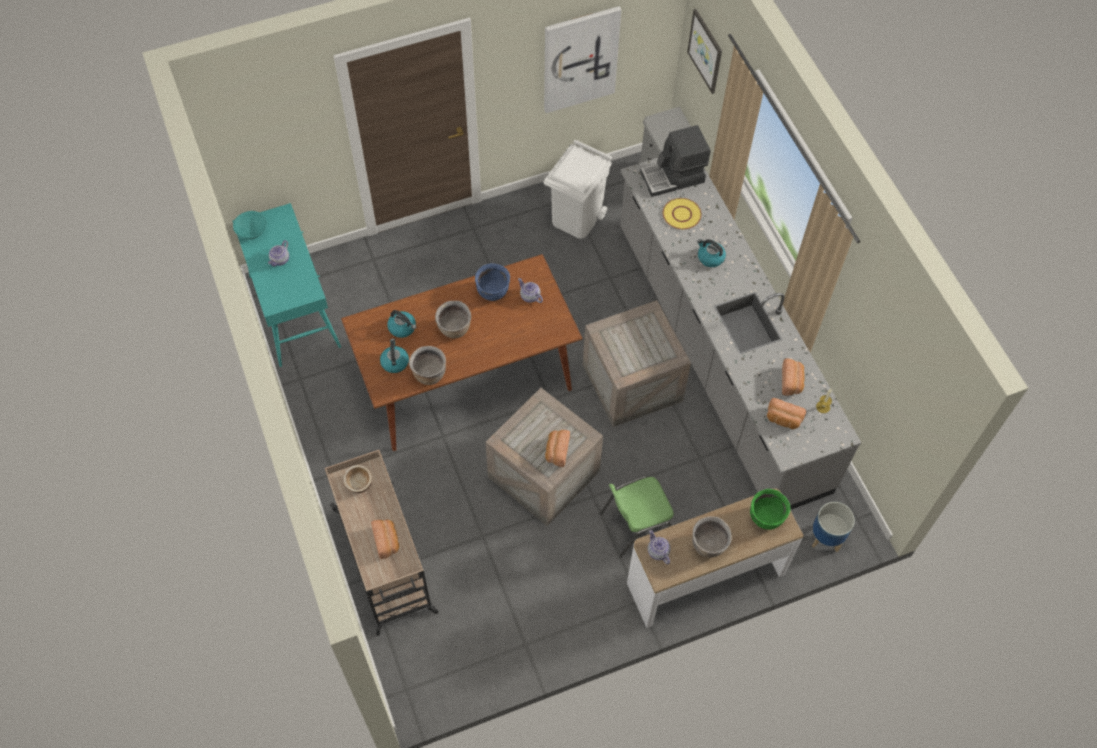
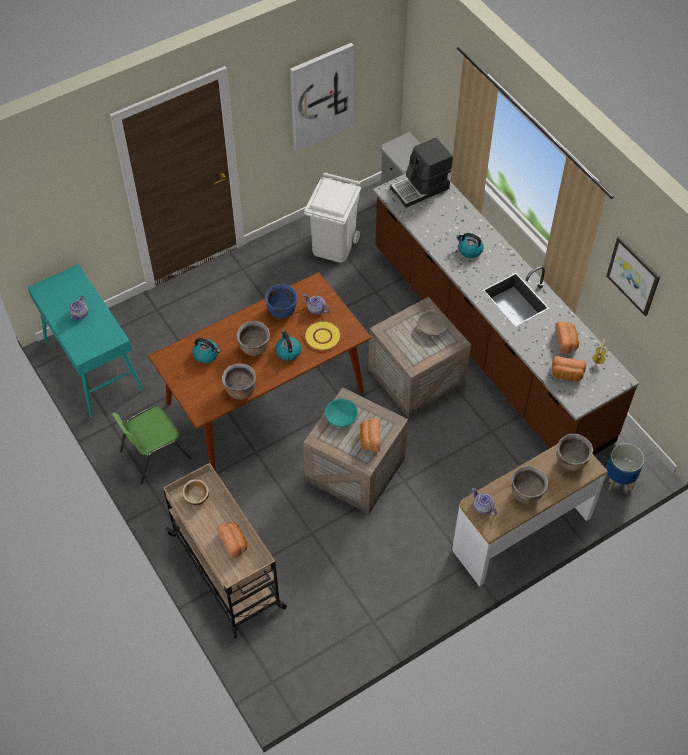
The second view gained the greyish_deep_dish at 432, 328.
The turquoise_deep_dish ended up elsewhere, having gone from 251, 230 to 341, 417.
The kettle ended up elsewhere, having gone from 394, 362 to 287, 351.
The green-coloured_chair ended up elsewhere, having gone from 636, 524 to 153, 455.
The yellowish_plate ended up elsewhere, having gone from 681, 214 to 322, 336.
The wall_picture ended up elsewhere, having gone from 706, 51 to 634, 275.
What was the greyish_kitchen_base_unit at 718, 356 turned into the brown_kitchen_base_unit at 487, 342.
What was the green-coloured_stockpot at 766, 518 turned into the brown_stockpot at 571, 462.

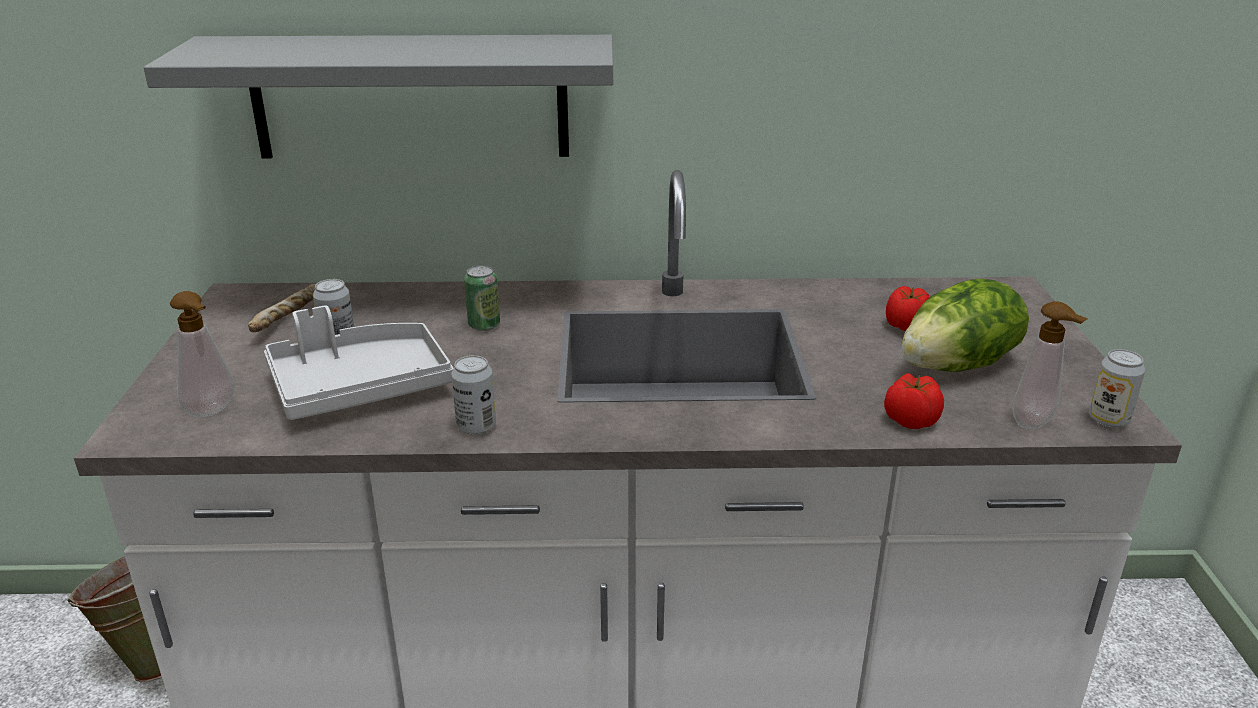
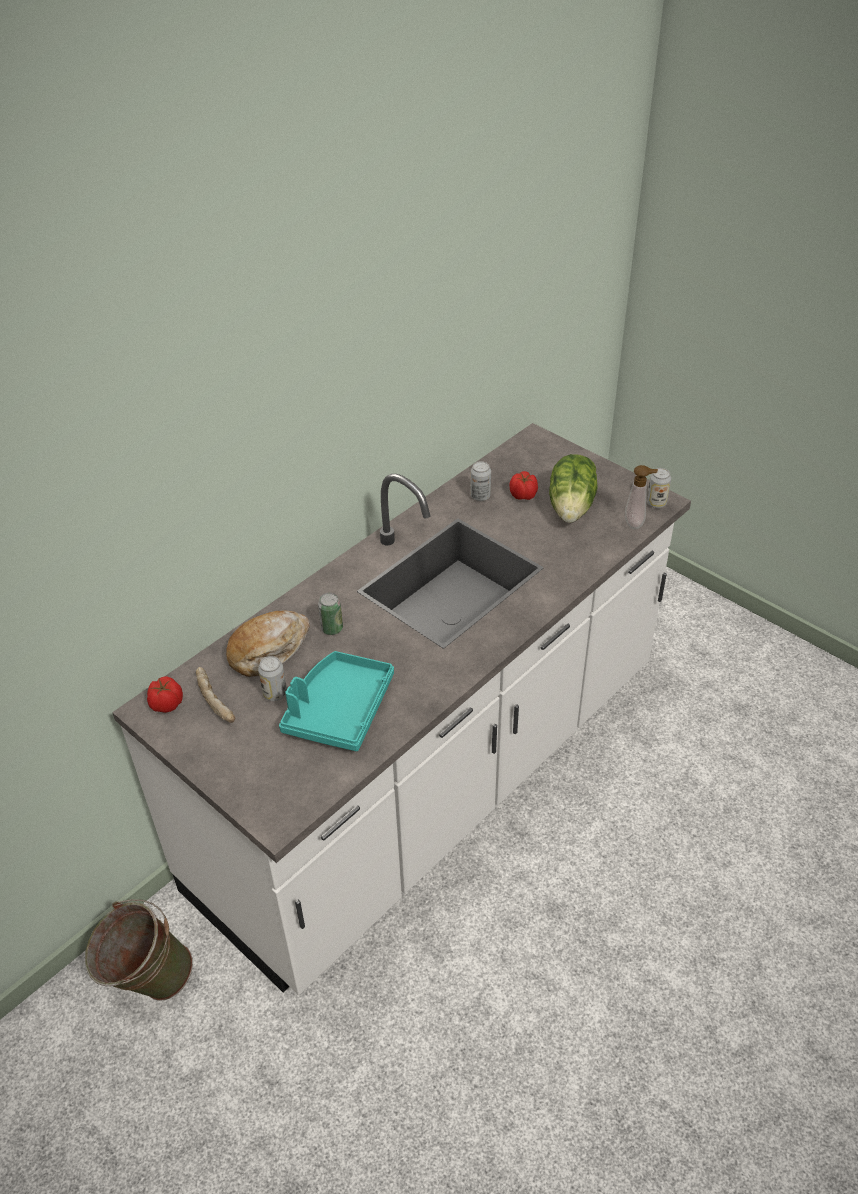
The second view lost the greyish_bracket_shelf at 410, 97.
The second view lost the liquid_soap_bottle at 213, 412.
The second view gained the bread at 268, 650.
The sealed_can ended up elsewhere, having gone from 476, 426 to 480, 496.
The fresh_tomato ended up elsewhere, having gone from 910, 420 to 166, 704.
What was the greyish_serving_tray at 359, 387 turned into the turquoise_serving_tray at 338, 710.

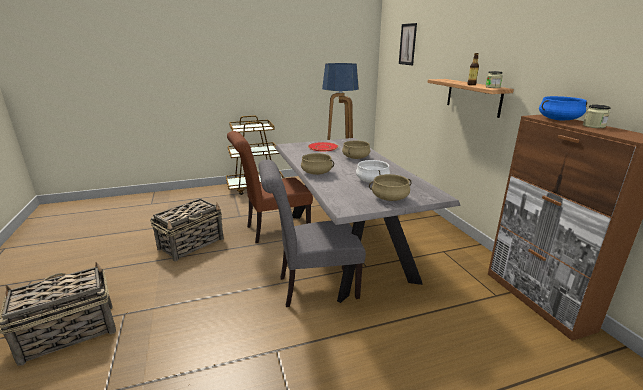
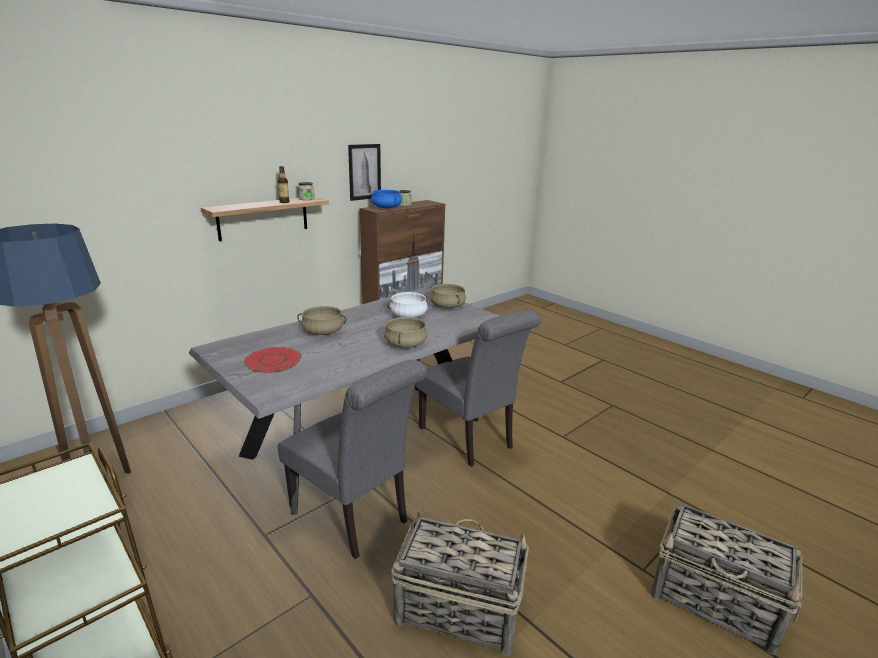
The wall_picture ended up elsewhere, having gone from 407, 44 to 364, 172.
What was the brown_chair at 273, 230 turned into the greyish_chair at 354, 517.

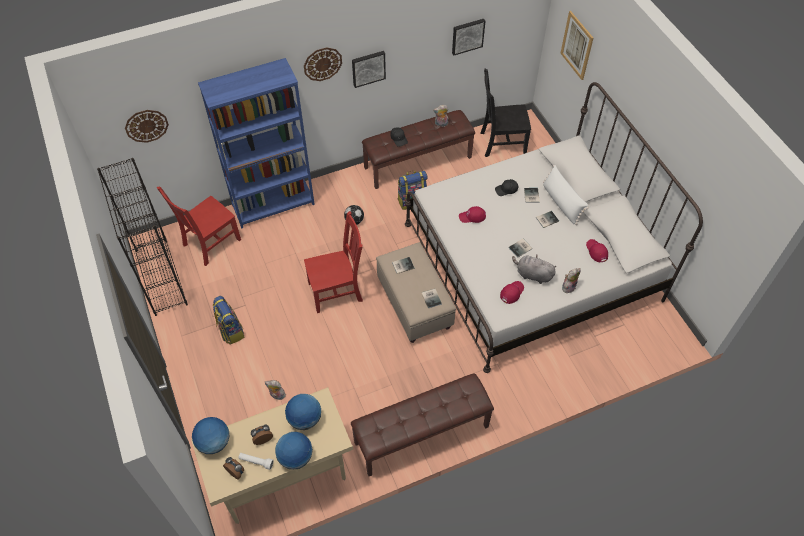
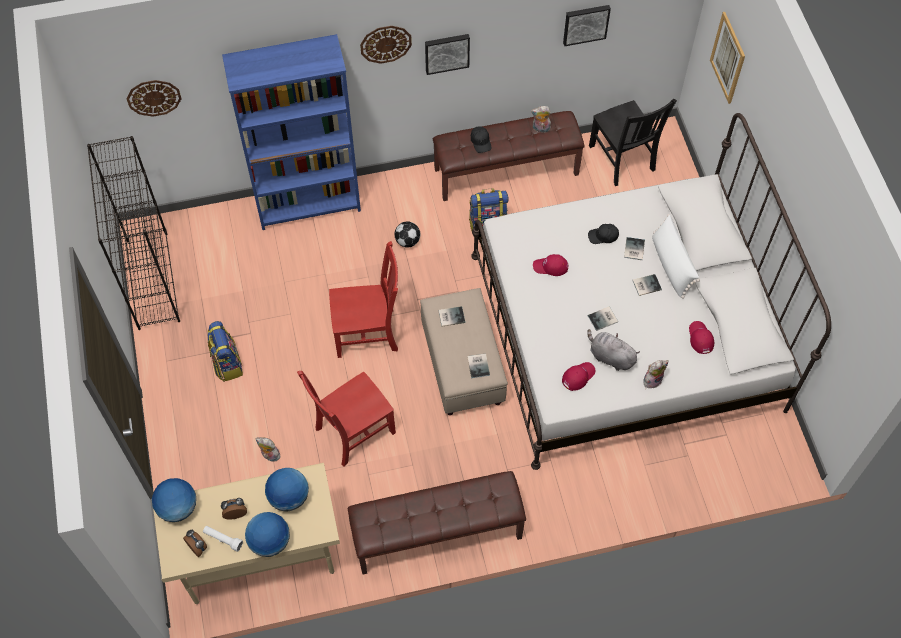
The reddish_chair ended up elsewhere, having gone from 210, 243 to 352, 432.
The blackish_chair at 501, 143 ended up facing another way, 120 degrees counterclockwise from before.

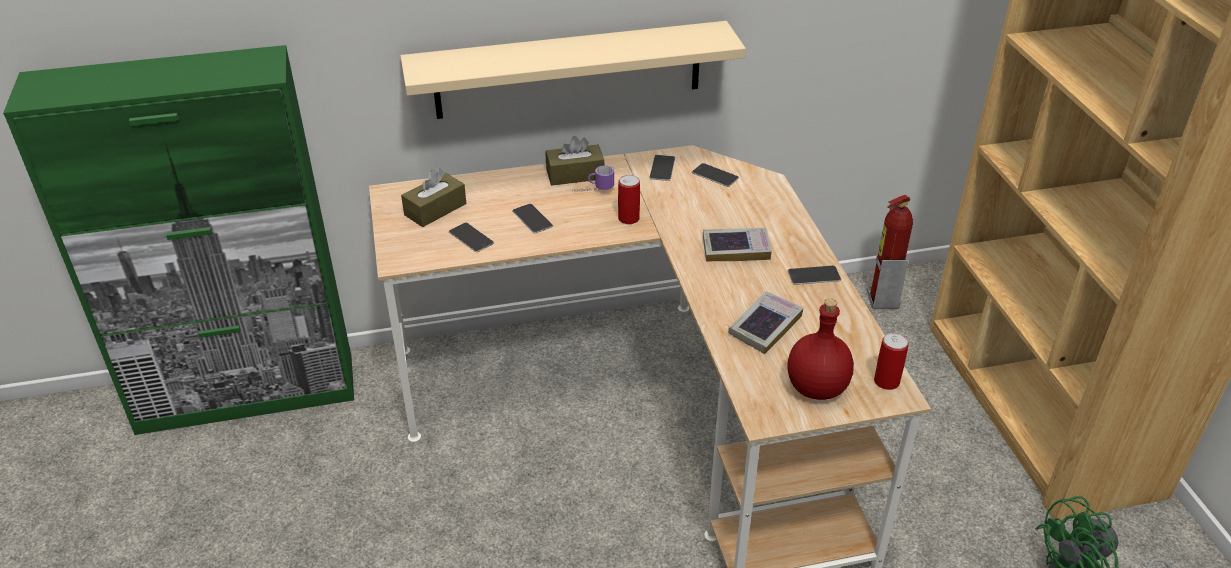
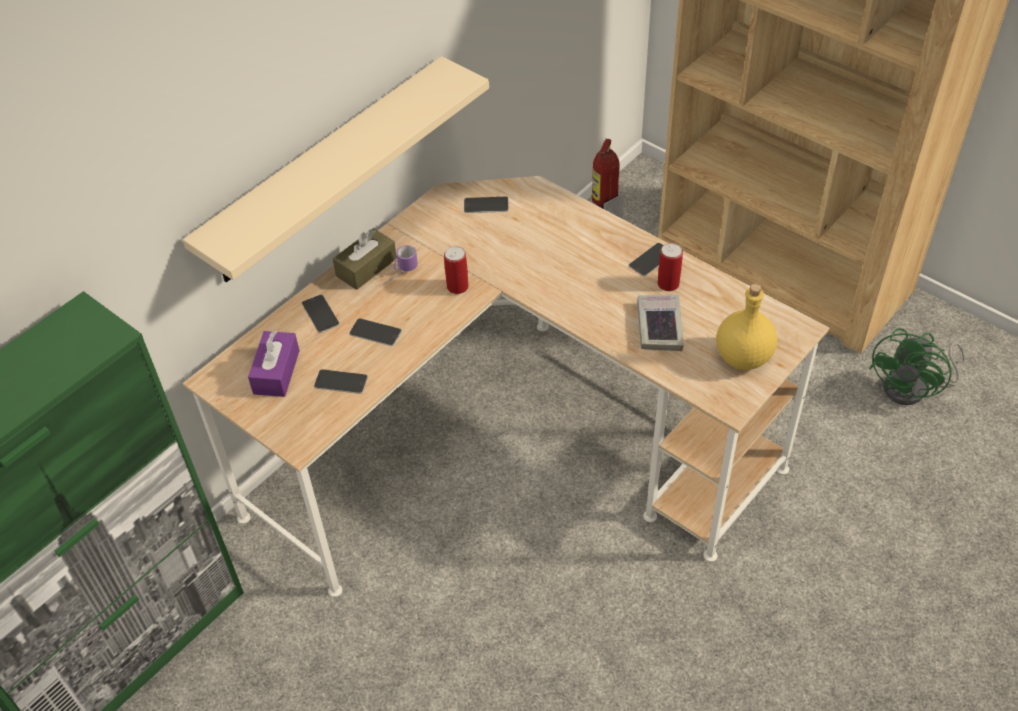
The second view lost the bound_book at 736, 249.
The phone ended up elsewhere, having gone from 662, 168 to 320, 314.
The sealed_can ended up elsewhere, having gone from 886, 381 to 668, 284.
What was the brown_tissue_holder at 435, 209 turned into the purplish_tissue_holder at 276, 372.
What was the reddish_bottle at 817, 387 turned into the yellowish_bottle at 742, 356.

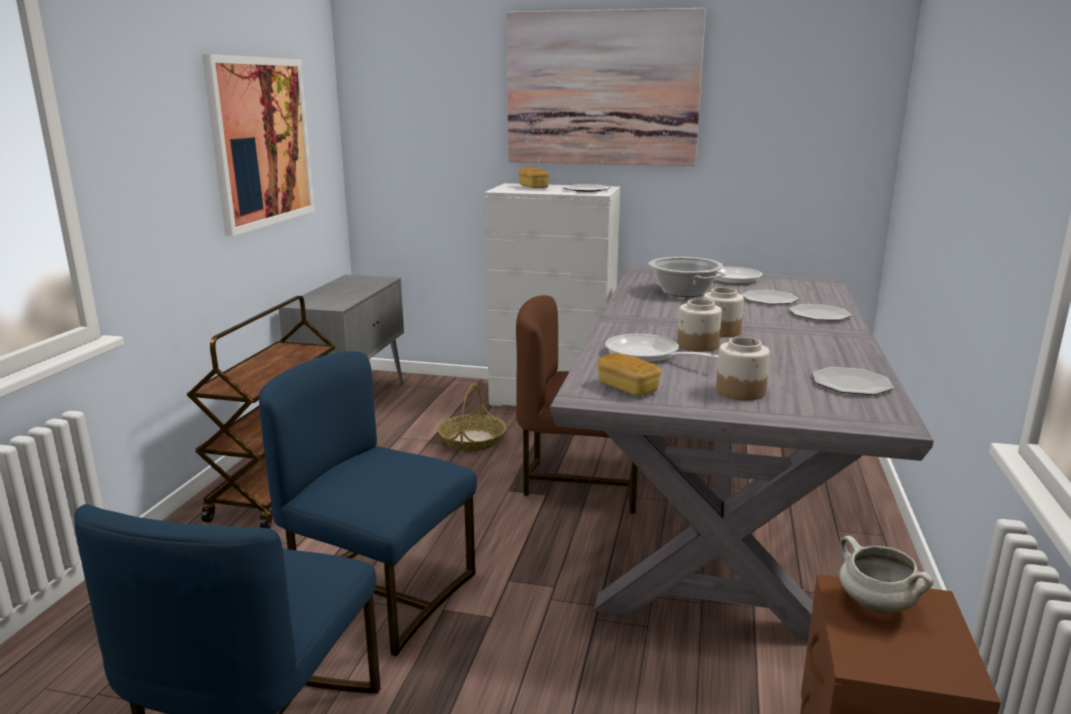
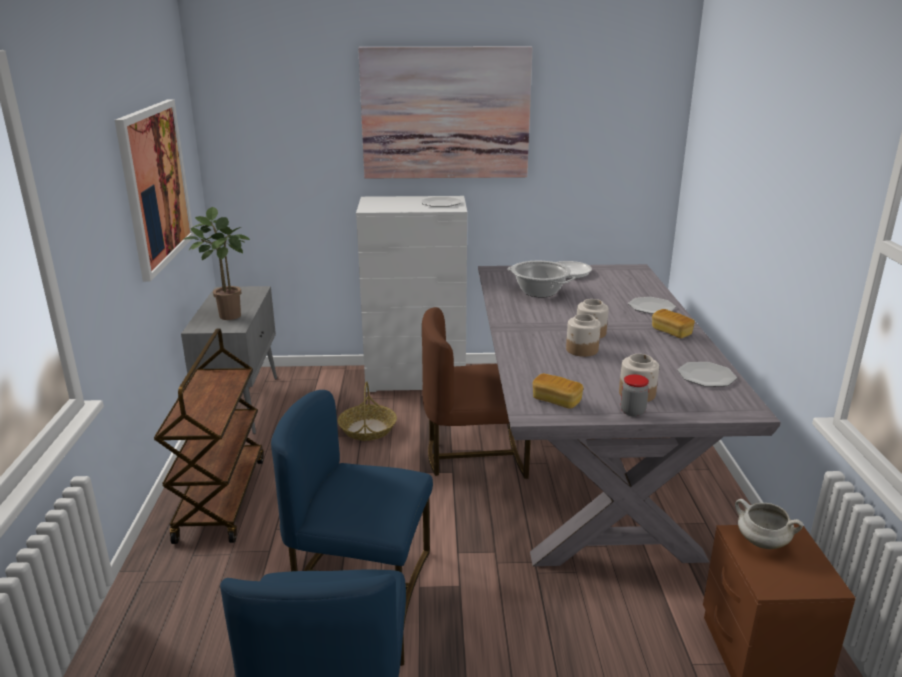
The second view lost the skillet at 647, 355.
The second view lost the plate at 769, 299.
The second view gained the houseplant at 226, 315.
The second view gained the preserve_jar at 632, 412.
The bread ended up elsewhere, having gone from 533, 187 to 671, 332.

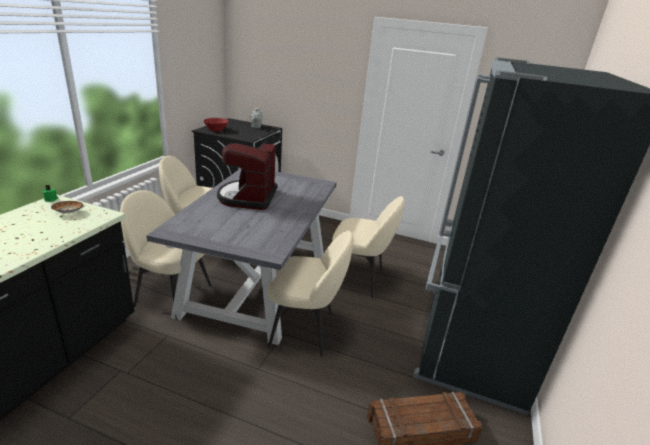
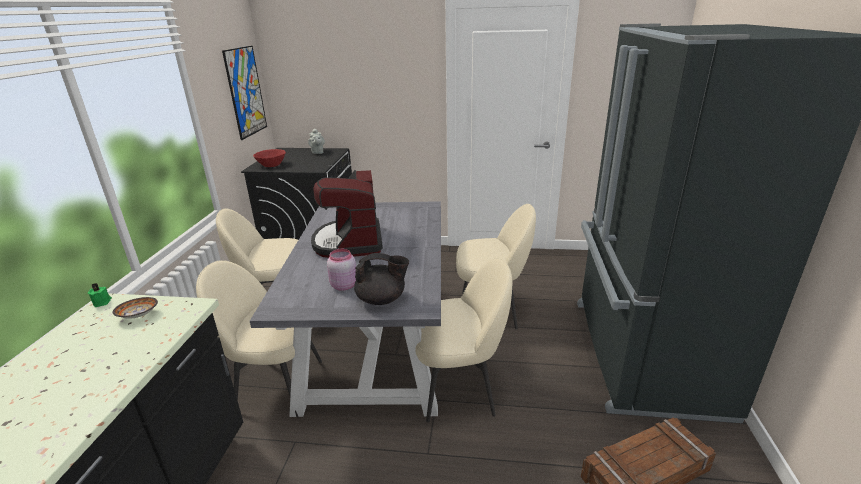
The second view gained the wall_picture at 245, 92.
The second view gained the pinkish_preserve_jar at 344, 285.
The second view gained the blackish_teapot at 382, 299.

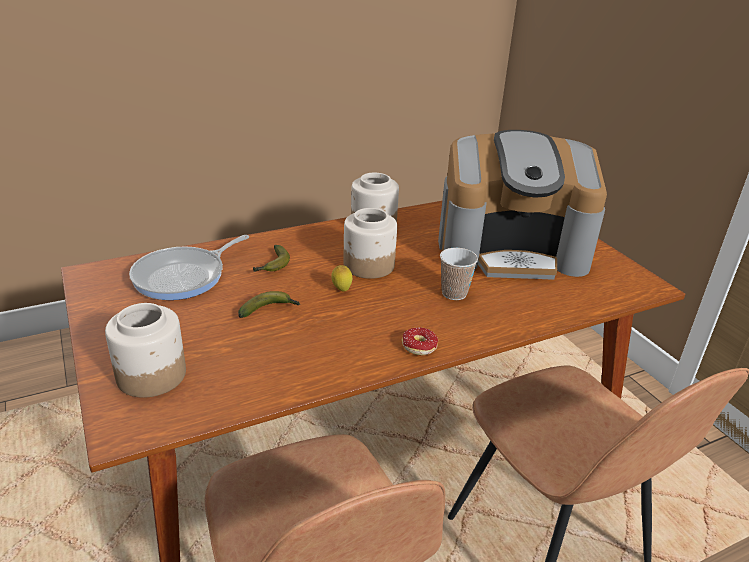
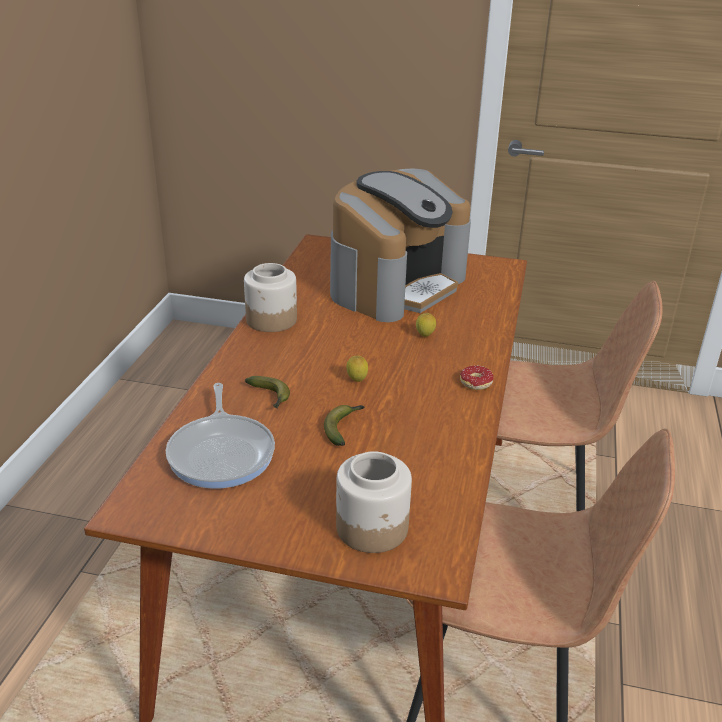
The second view lost the preserve_jar at 368, 266.
Where the cup stood at 454, 293, the citrus_fruit came to stand at 425, 336.

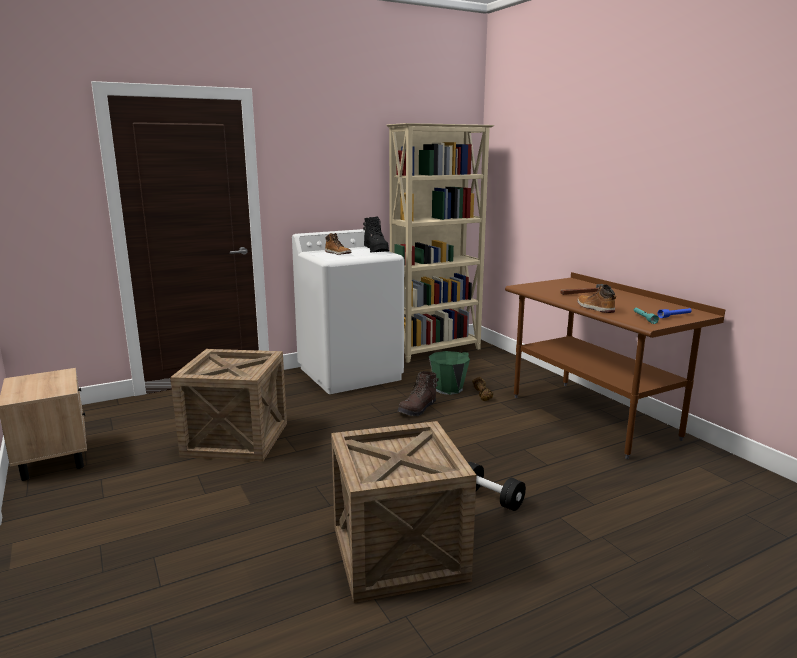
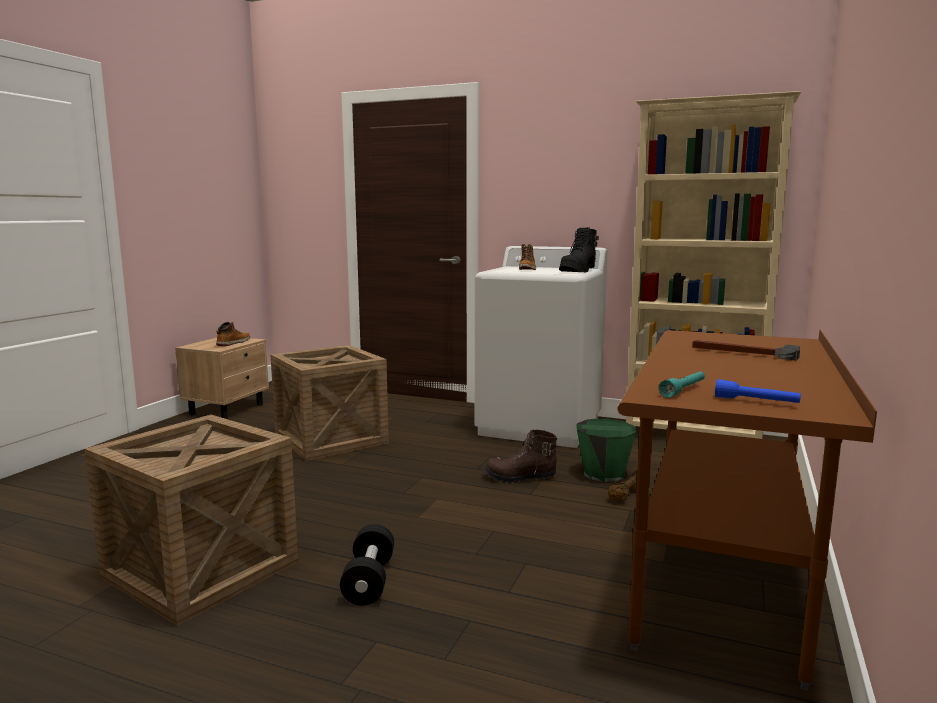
The tall_boot ended up elsewhere, having gone from 594, 308 to 233, 343.

